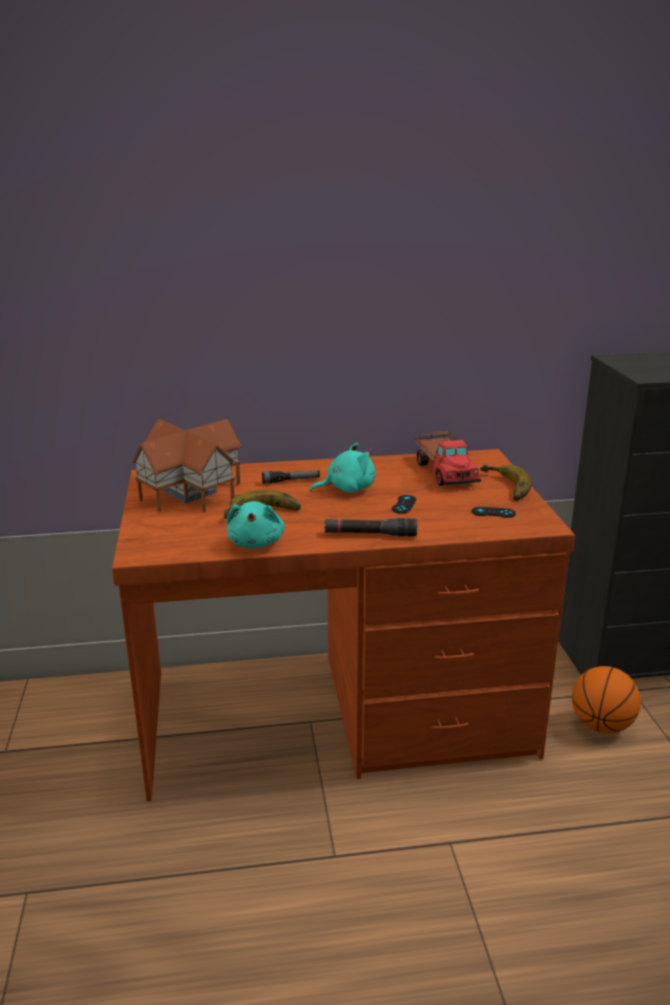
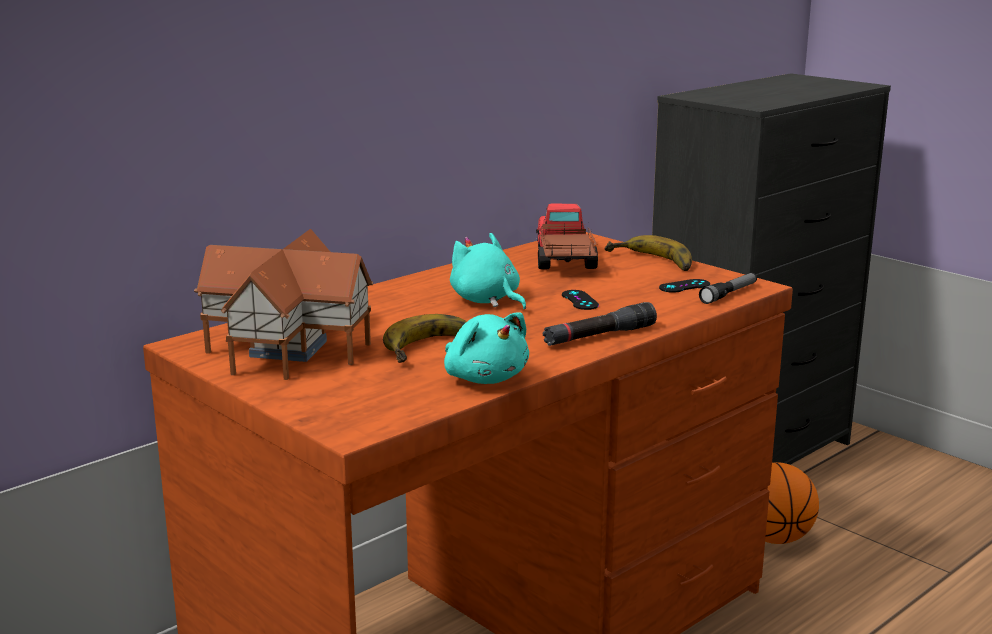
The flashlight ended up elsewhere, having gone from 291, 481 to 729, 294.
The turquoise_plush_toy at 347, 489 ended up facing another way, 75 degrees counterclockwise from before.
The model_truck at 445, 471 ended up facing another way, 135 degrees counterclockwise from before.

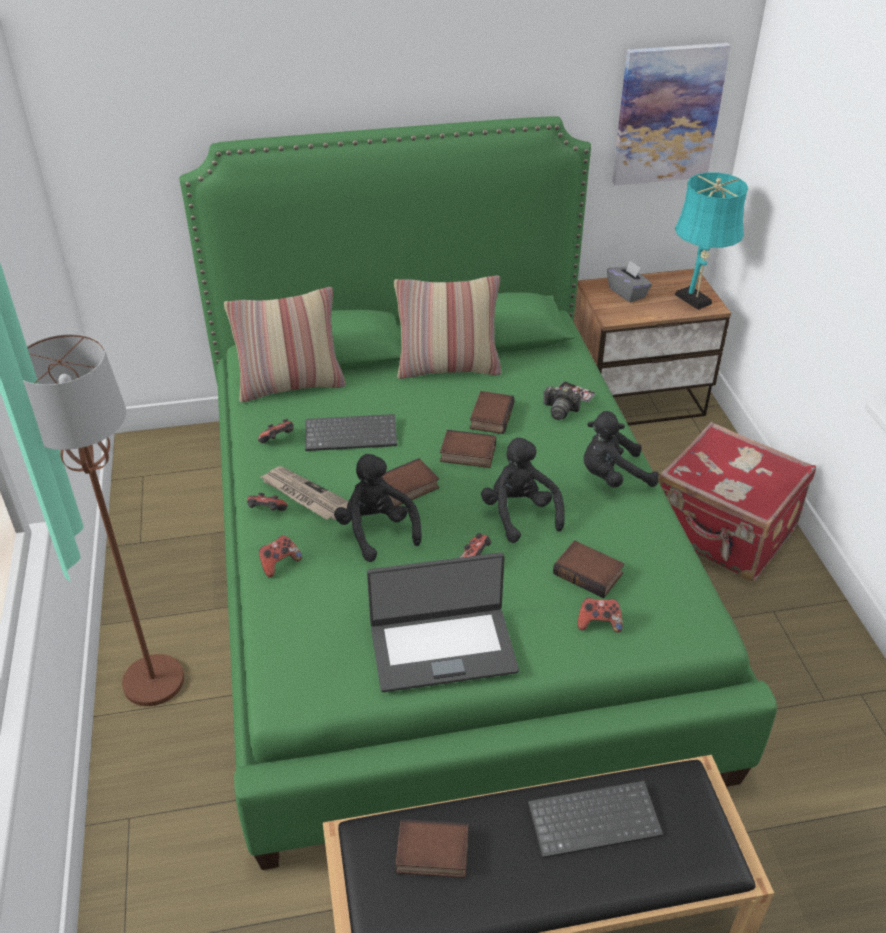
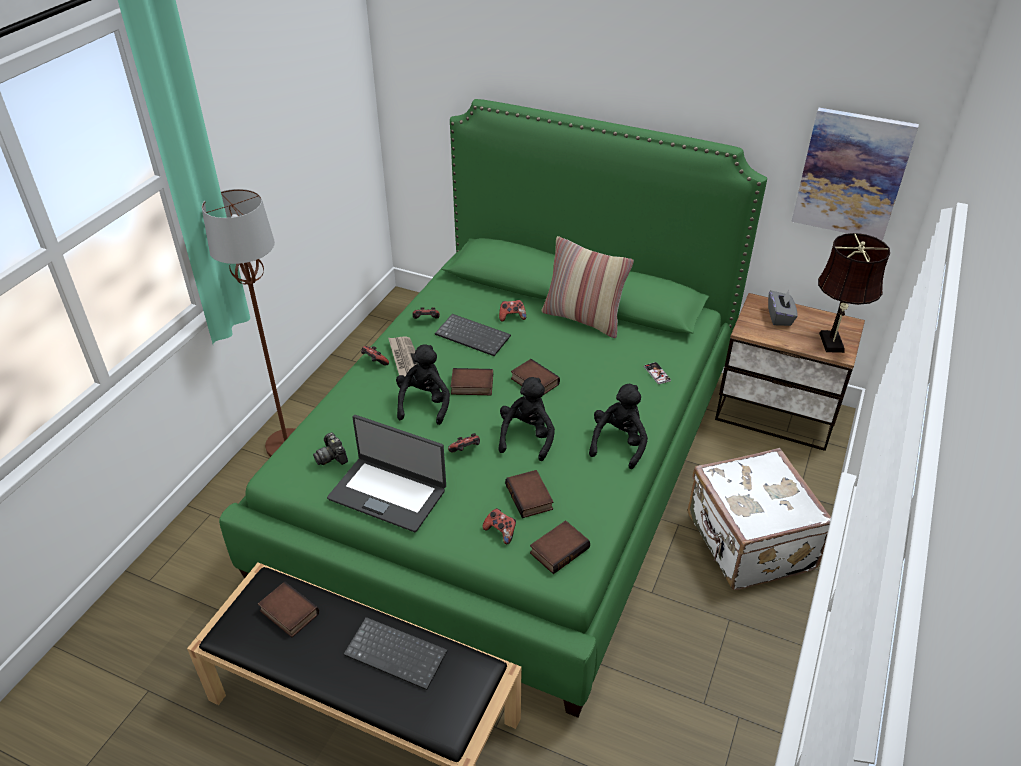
The second view lost the cushion at 291, 385.
The gamepad ended up elsewhere, having gone from 279, 563 to 512, 317.
The bound_book ended up elsewhere, having gone from 490, 416 to 559, 549.
The photo_camera ended up elsewhere, having gone from 560, 410 to 332, 457.
What was the reddish_suitcase at 723, 533 turned into the white-coloured_suitcase at 747, 543.
What was the turquoise_table_lamp at 695, 301 turned into the brown_table_lamp at 832, 345.
The blackish_plush_toy at 612, 477 ended up facing another way, 90 degrees clockwise from before.

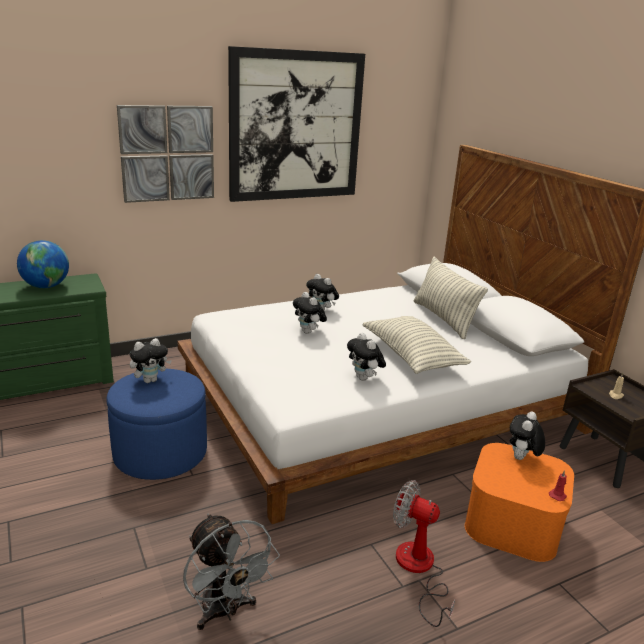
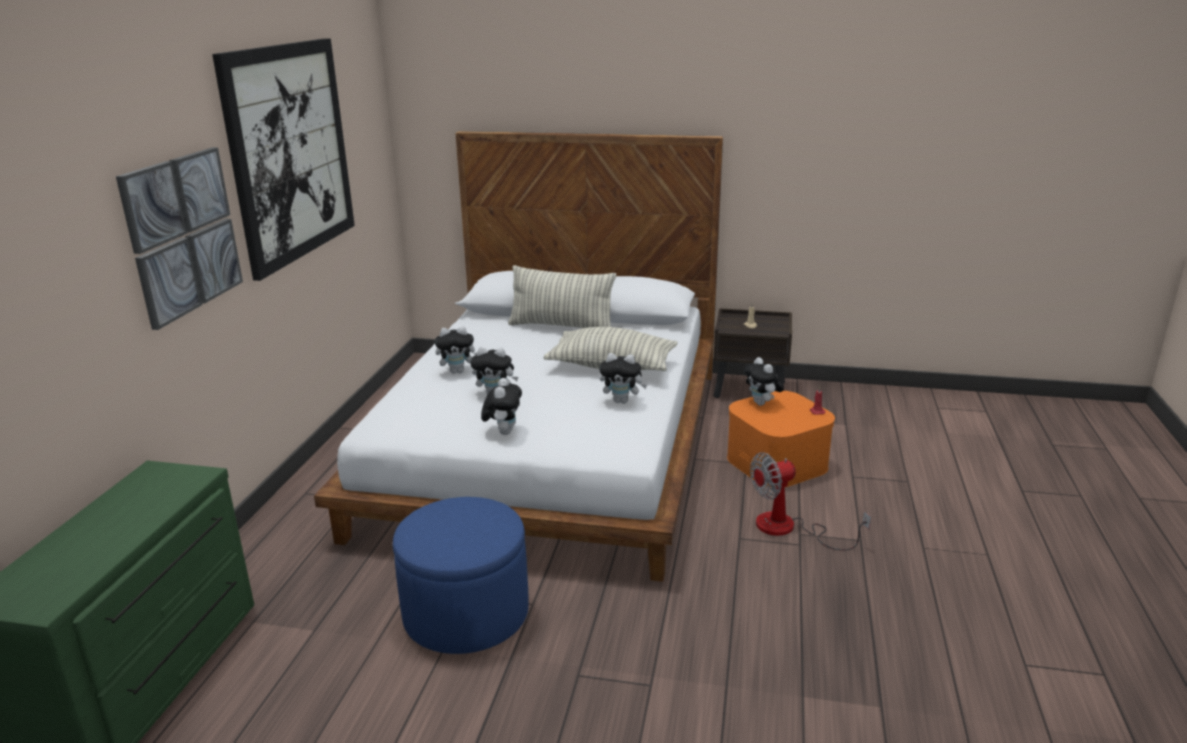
The second view lost the world_globe at 46, 286.
The second view lost the greyish_electric_fan at 225, 611.
The plush_toy ended up elsewhere, having gone from 150, 380 to 503, 432.

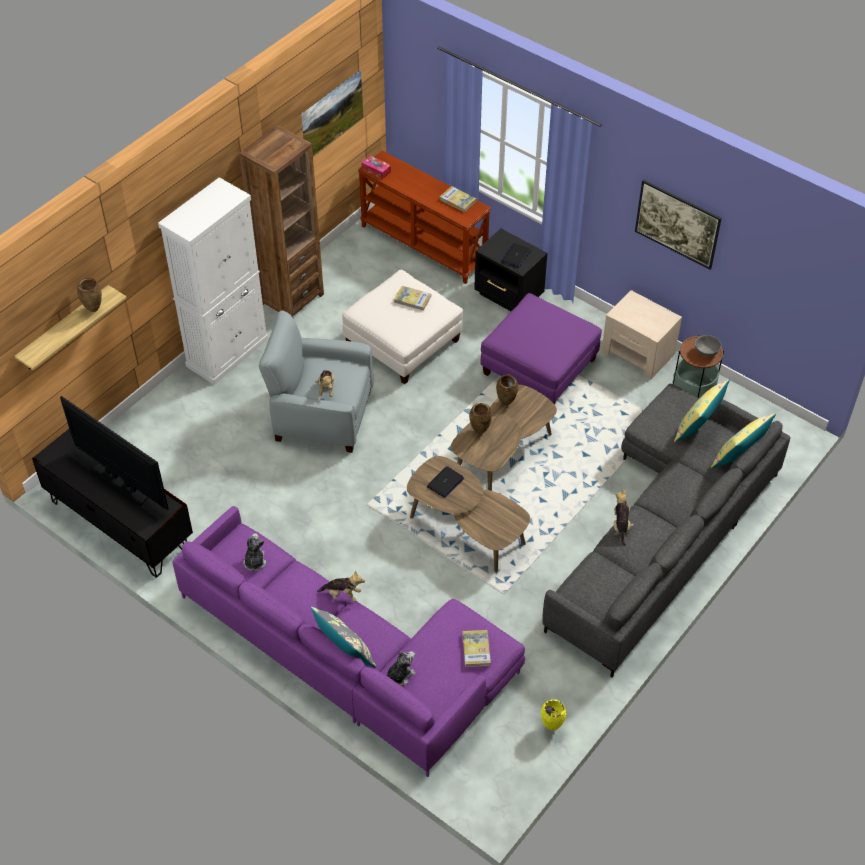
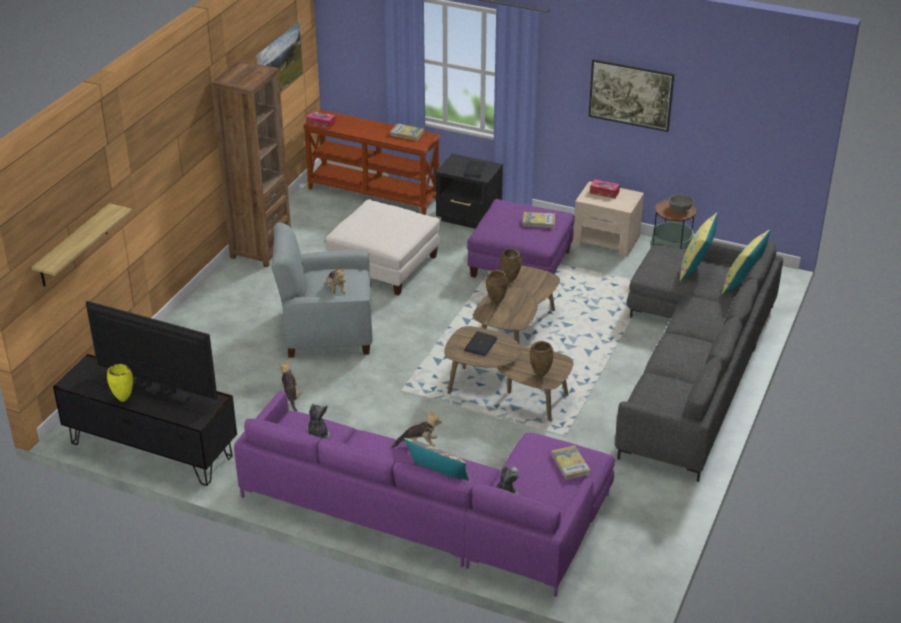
The second view lost the white-coloured_storage_cabinet at 227, 352.
The second view gained the tissue_holder at 604, 192.
The brown_decorative_vase ended up elsewhere, having gone from 93, 310 to 540, 375.
The bound_book ended up elsewhere, having gone from 412, 299 to 538, 221.
The yellowish_decorative_vase ended up elsewhere, having gone from 552, 726 to 124, 399.
The plush_toy ended up elsewhere, having gone from 621, 526 to 290, 397.

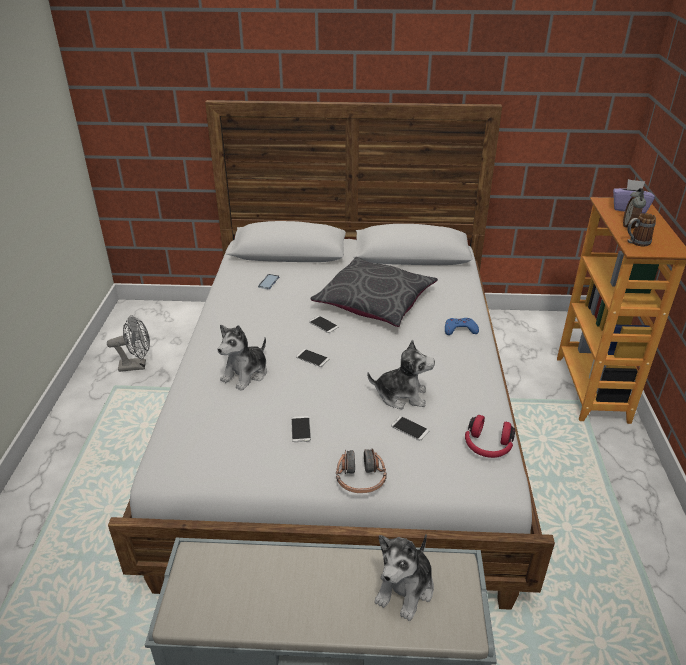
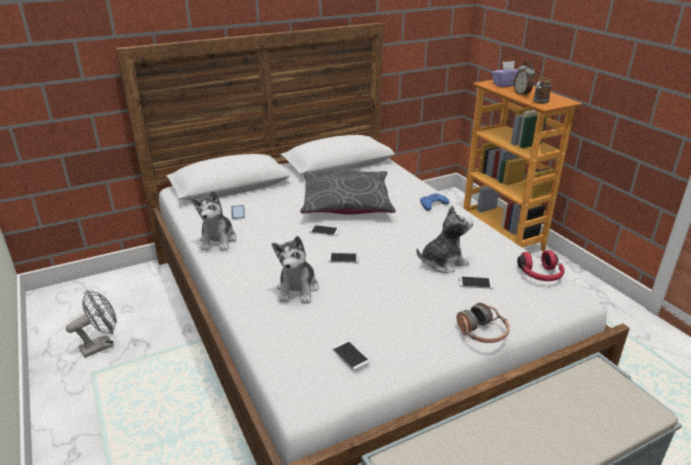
The phone ended up elsewhere, having gone from 301, 429 to 350, 355.
The plush_toy ended up elsewhere, having gone from 405, 588 to 218, 240.

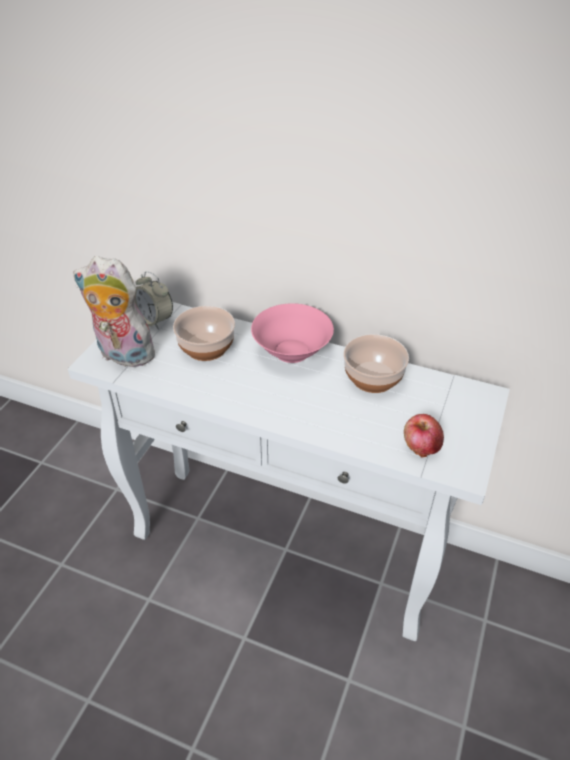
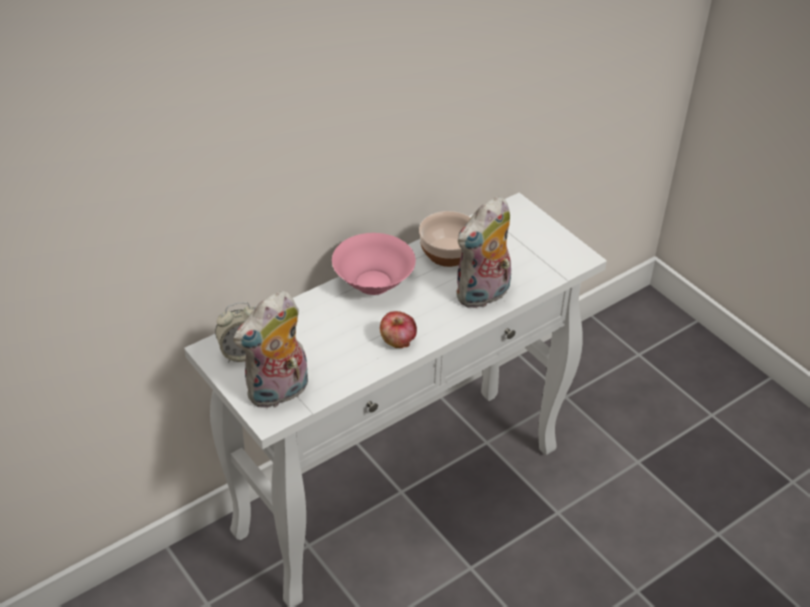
The second view lost the deep_dish at 207, 347.
The second view gained the plush_toy at 483, 295.
The apple_fruit ended up elsewhere, having gone from 421, 446 to 397, 341.

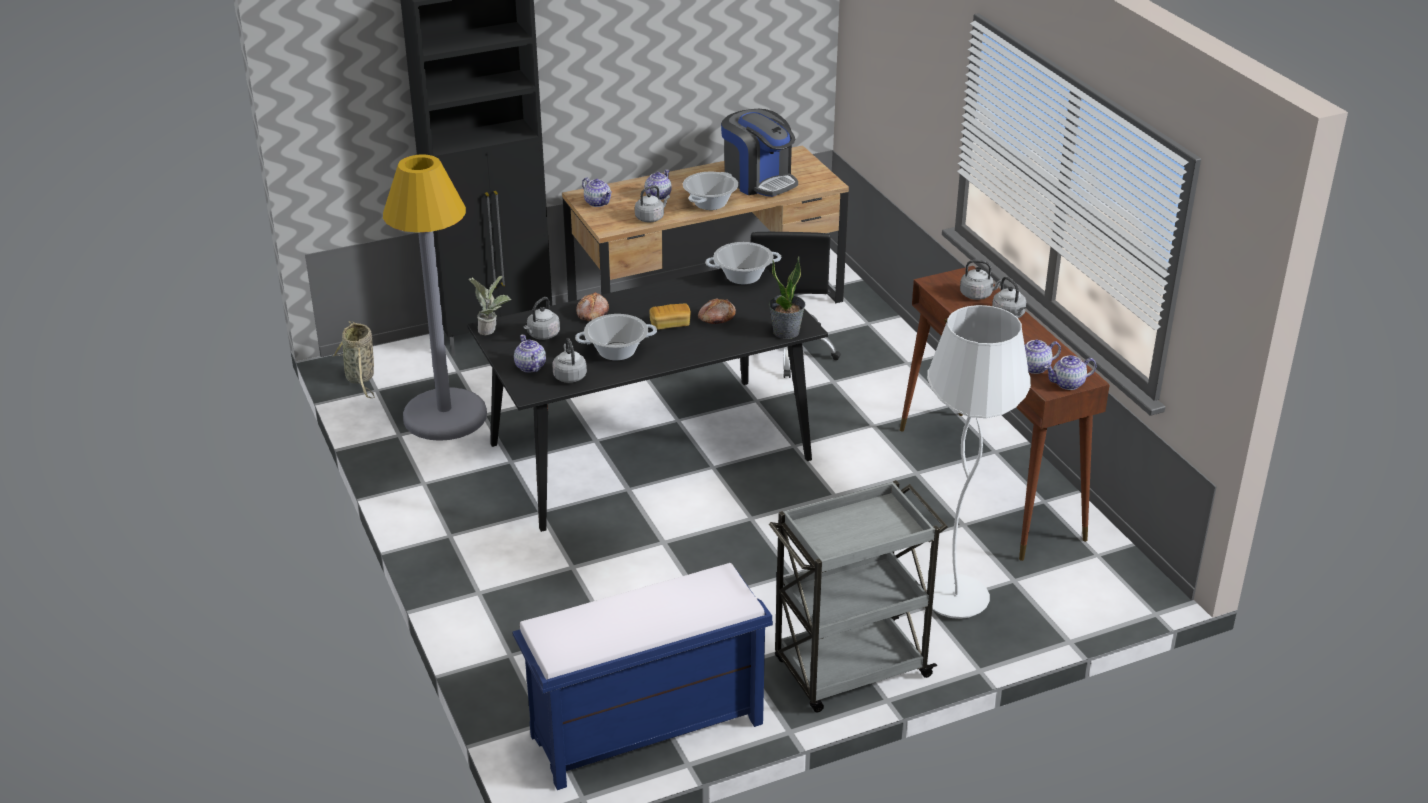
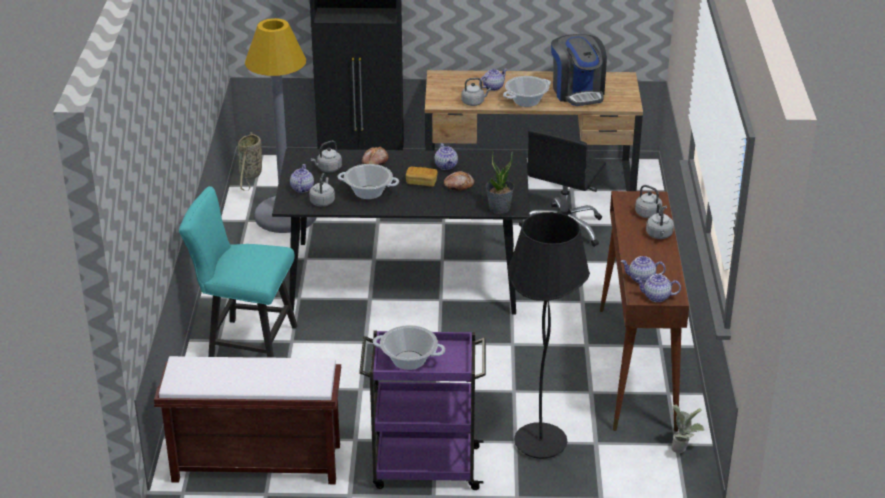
The second view gained the turquoise_chair at 245, 344.
The houseplant ended up elsewhere, having gone from 491, 329 to 683, 448.
The teapot ended up elsewhere, having gone from 598, 203 to 446, 166.
The stockpot ended up elsewhere, having gone from 743, 276 to 409, 360.
What was the blue_long_seat at 645, 731 turned into the brown_long_seat at 255, 463.
What was the greyish_wheeled_cart at 849, 670 turned into the purplish_wheeled_cart at 424, 467.
What was the white-coloured_standing_lamp at 956, 599 turned into the blackish_standing_lamp at 541, 443.

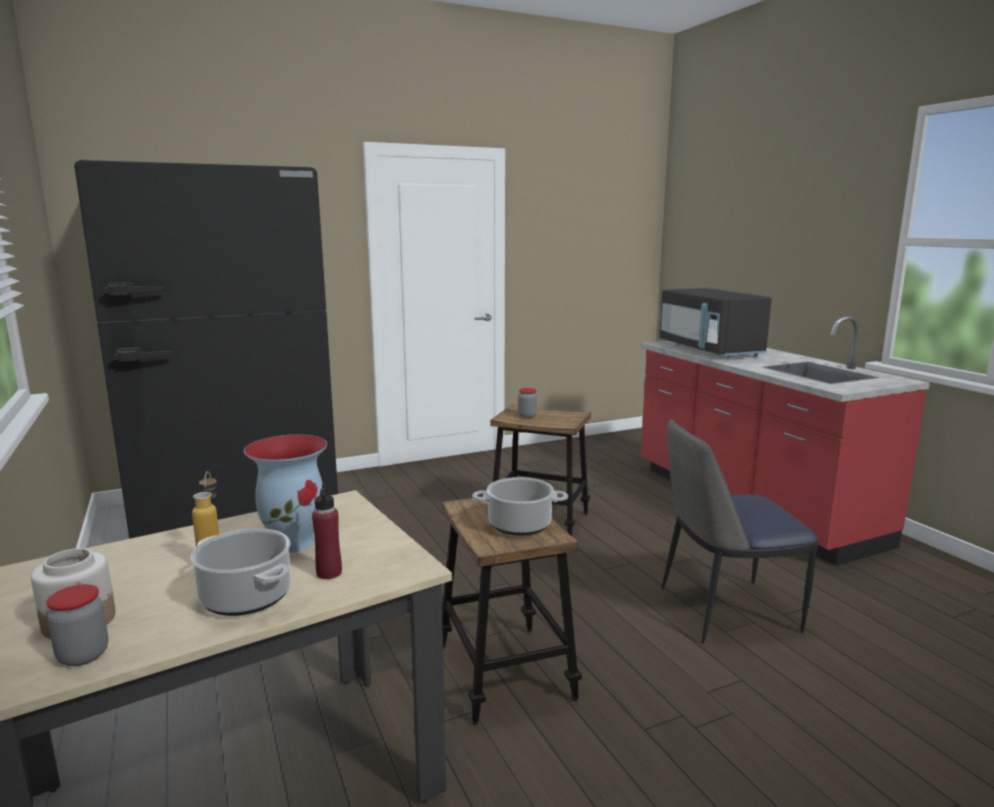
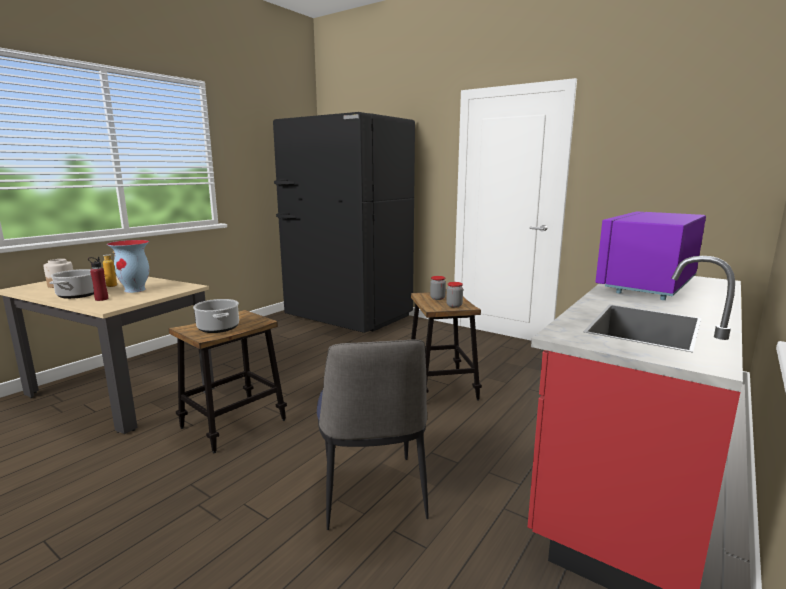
The preserve_jar ended up elsewhere, having gone from 83, 655 to 454, 305.
What was the blackish_microwave at 709, 350 turned into the purplish_microwave at 646, 285.
The chair at 724, 610 ended up facing another way, 150 degrees counterclockwise from before.

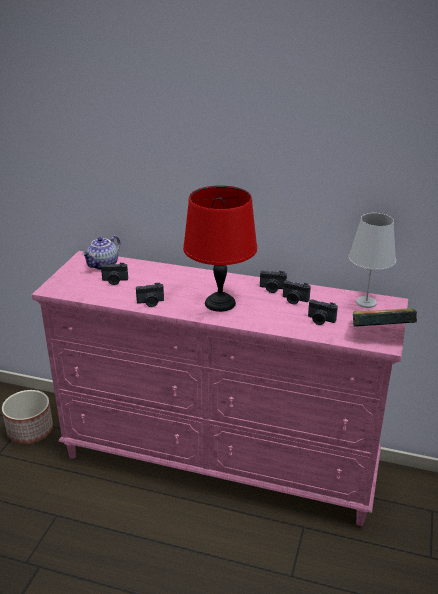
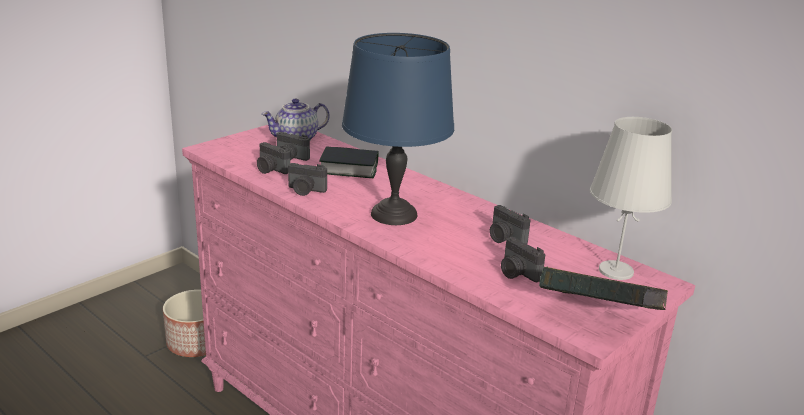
The second view gained the bound_book at 349, 168.
The photo_camera ended up elsewhere, having gone from 272, 289 to 271, 170.
What was the reddish_table_lamp at 221, 303 turned into the blue_table_lamp at 395, 214.

